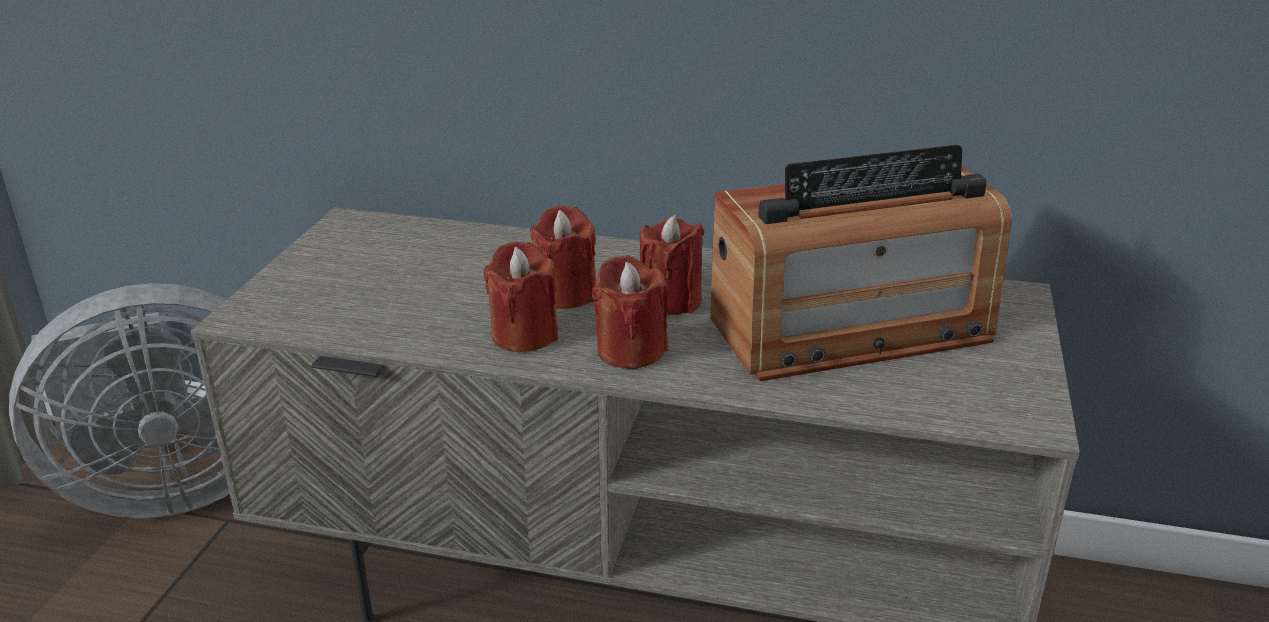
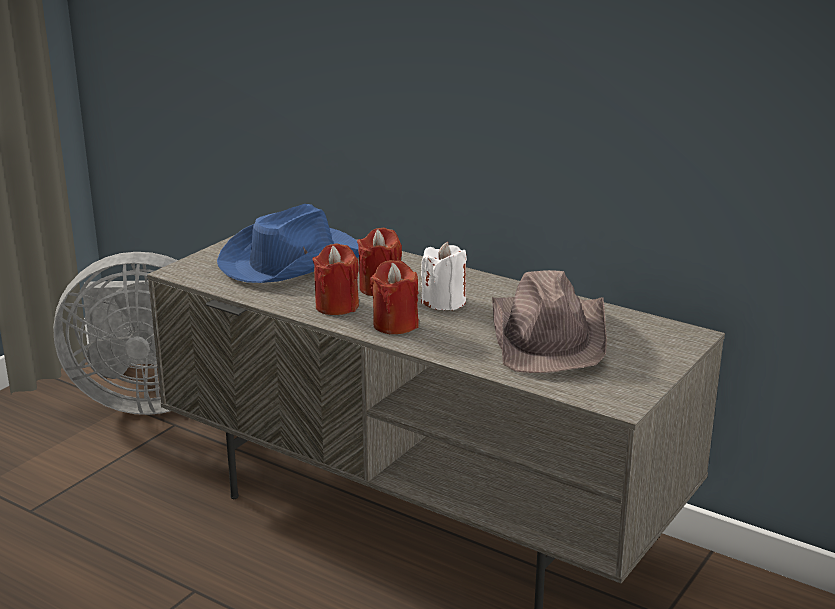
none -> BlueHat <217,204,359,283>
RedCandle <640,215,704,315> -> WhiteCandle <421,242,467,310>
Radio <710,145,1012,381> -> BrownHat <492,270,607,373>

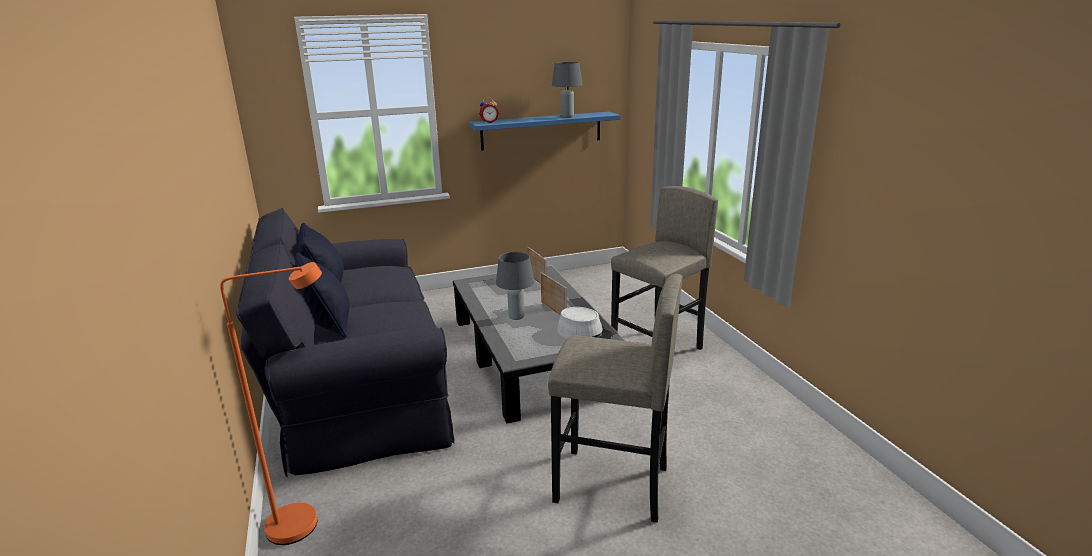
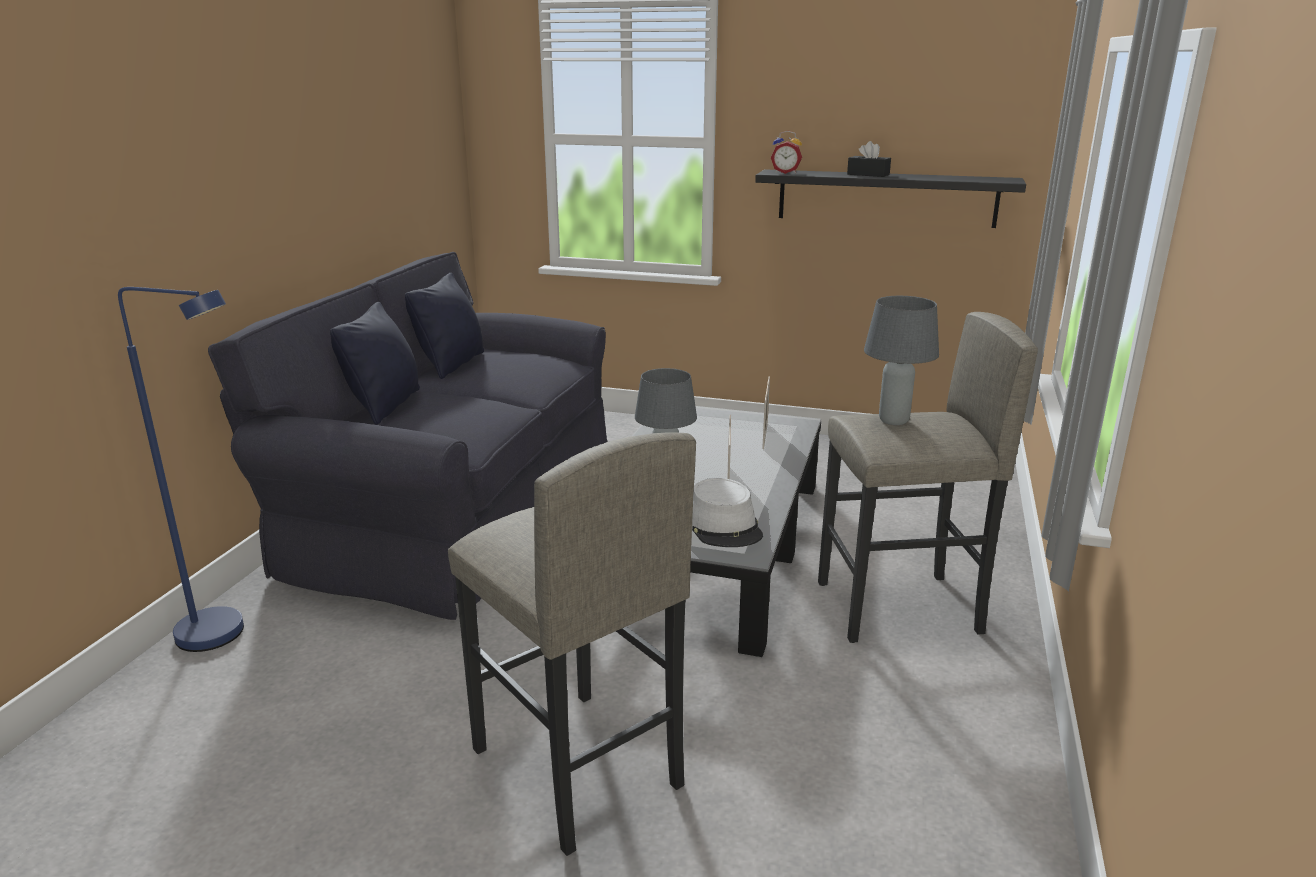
OrangeFloorLamp <220,262,322,545> -> BlueFloorLamp <118,287,244,652>
BlueShelf <469,112,621,150> -> BlackShelf <755,169,1026,228>
none -> BlackTissueBox <847,141,891,177>
GreyTableLamp <552,62,583,118> -> GreyTableLamp <864,296,939,425>, relocated

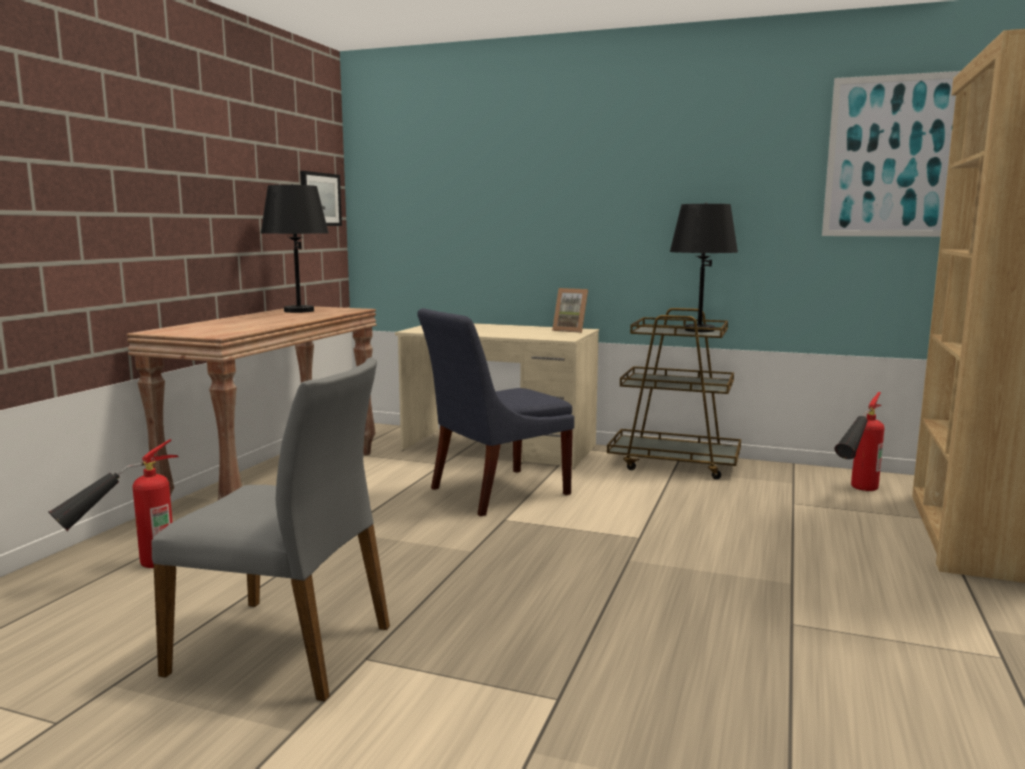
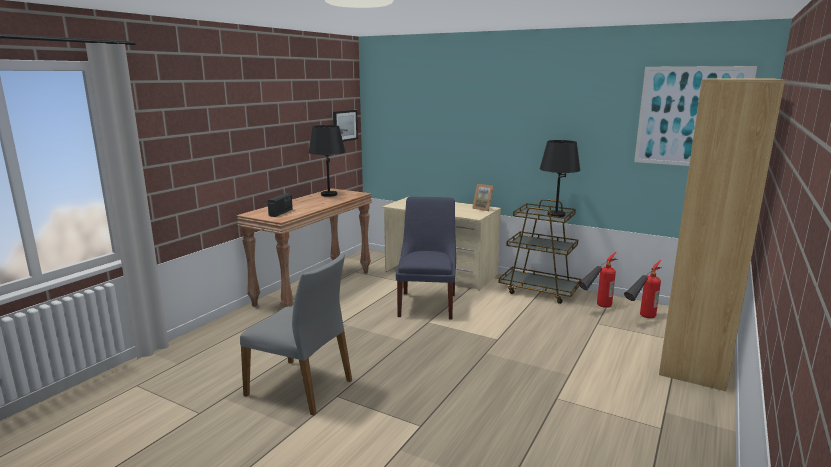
none -> Radio <267,193,293,217>
BlueChair <417,308,574,516> -> BlueChair <396,197,456,320>, 120 degrees clockwise
FireExtinguisher <48,439,179,568> -> FireExtinguisher <578,252,617,308>, relocated

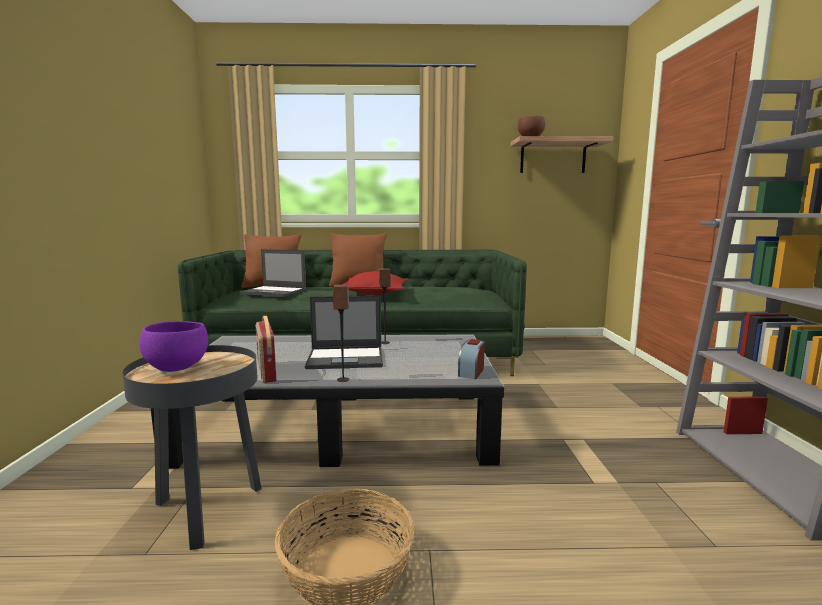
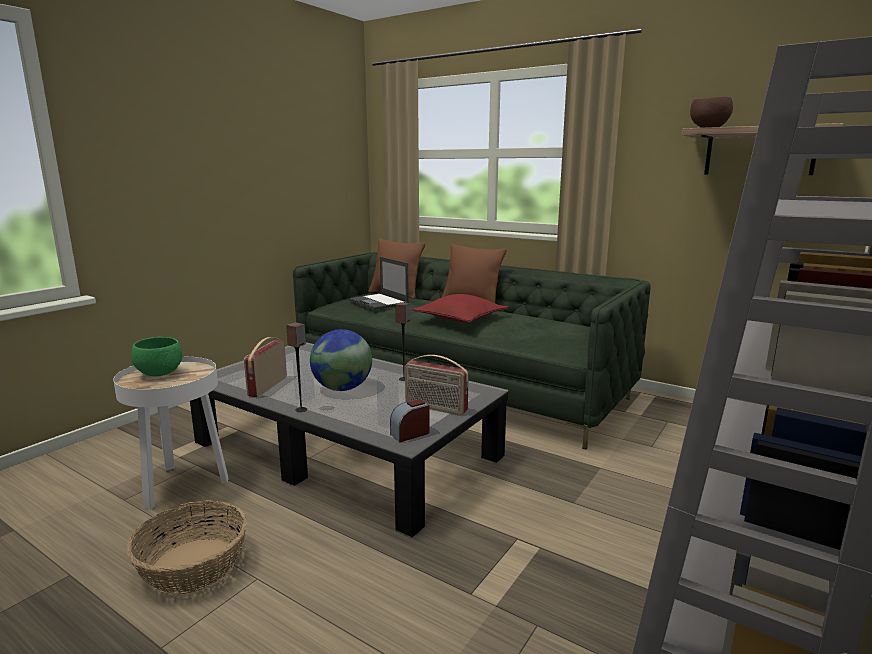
BlackSideTable <122,345,262,550> -> WhiteSideTable <113,357,229,510>
PurpleBowl <140,321,208,372> -> GreenBowl <131,337,182,376>
Laptop <305,296,383,369> -> Globe <310,329,372,391>
none -> Radio <405,355,469,415>

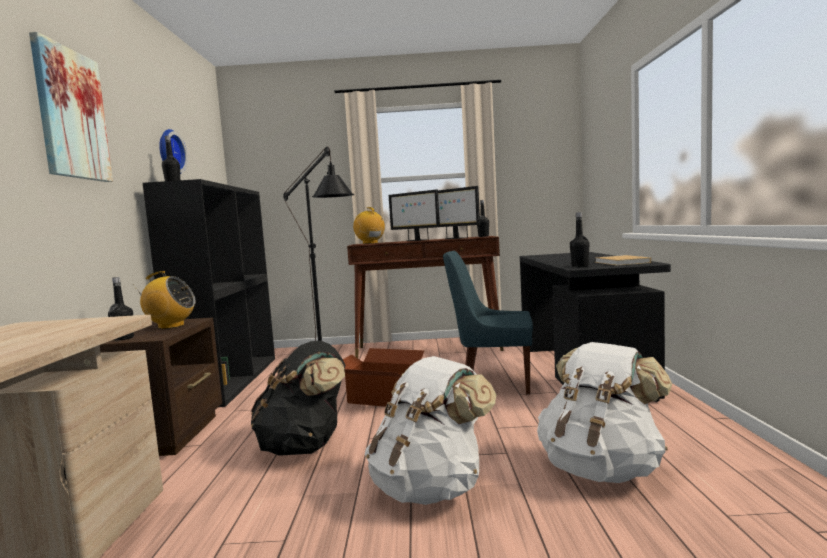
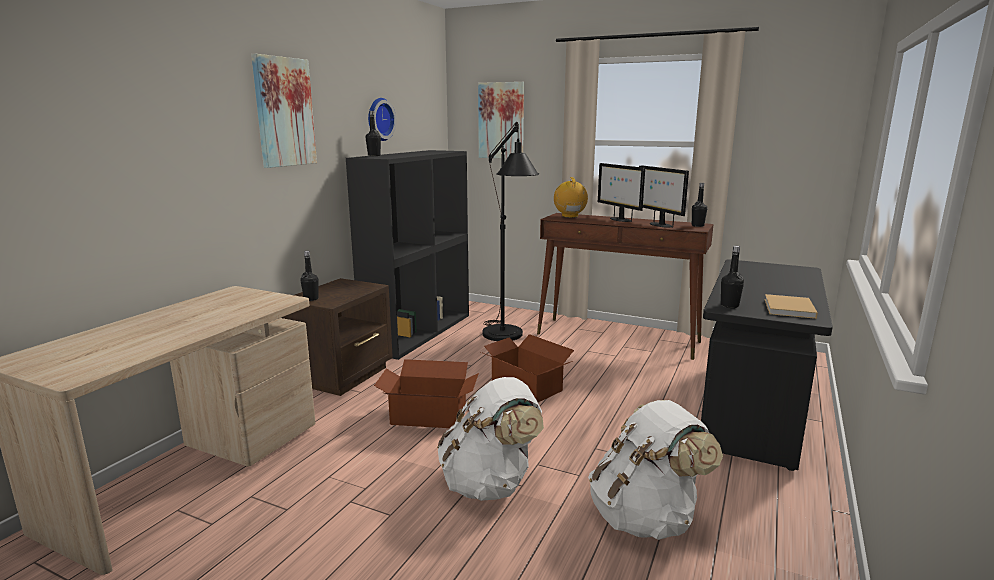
BlackBackpack <251,341,345,456> -> CardboardBox <374,359,479,428>
none -> Picture <478,82,524,159>
Radio <132,271,196,329> -> none
BlueChair <443,251,533,395> -> none

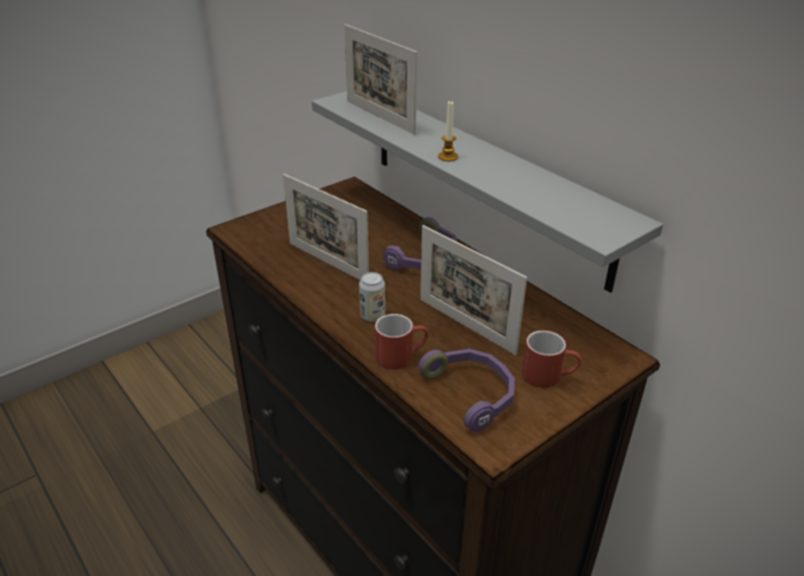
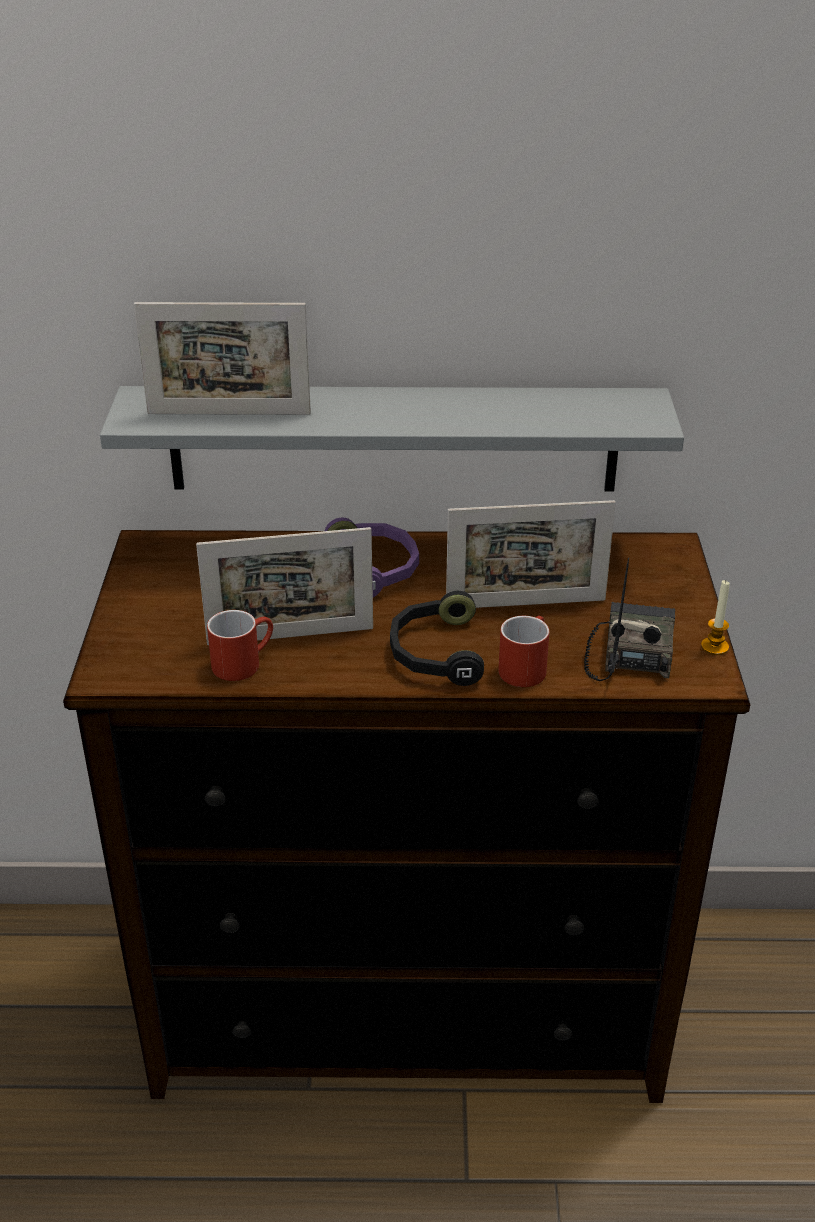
RedMug <522,330,582,388> -> RedMug <207,610,273,681>, relocated
Can <359,272,385,322> -> BlackHeadphones <390,591,484,686>
PurpleHeadphones <418,349,515,432> -> Radio <584,558,675,681>
Candle <438,101,458,161> -> Candle <701,580,730,655>, relocated

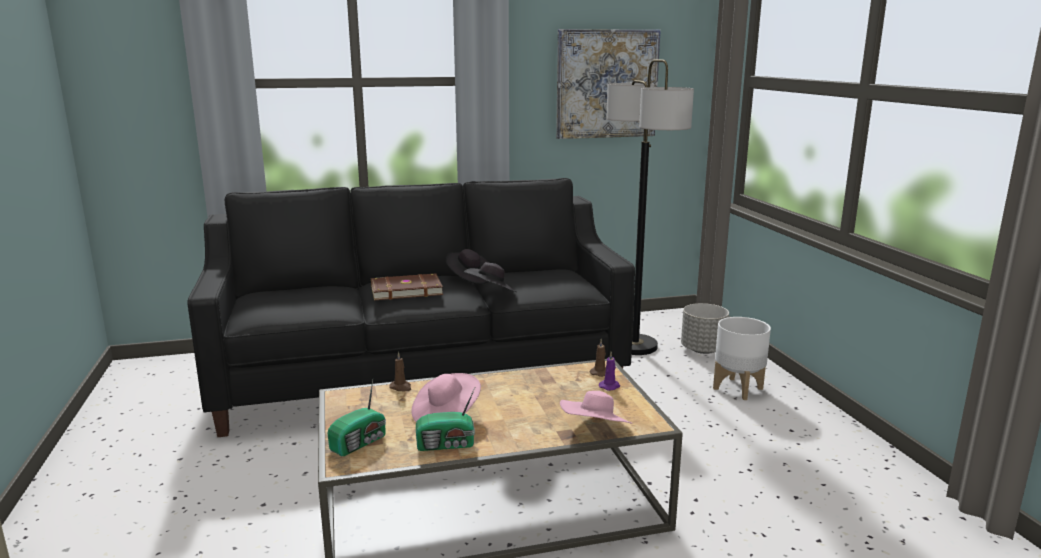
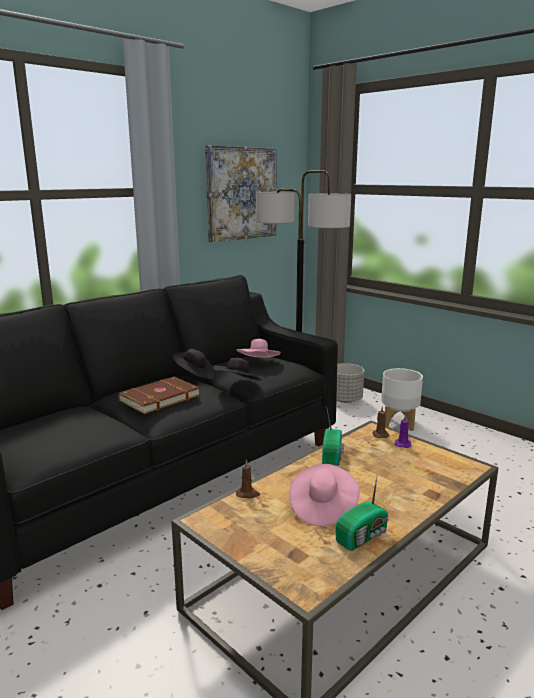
PinkHat <560,391,633,424> -> PinkHat <236,339,281,358>, relocated
Radio <327,380,386,456> -> Radio <322,406,344,466>, relocated

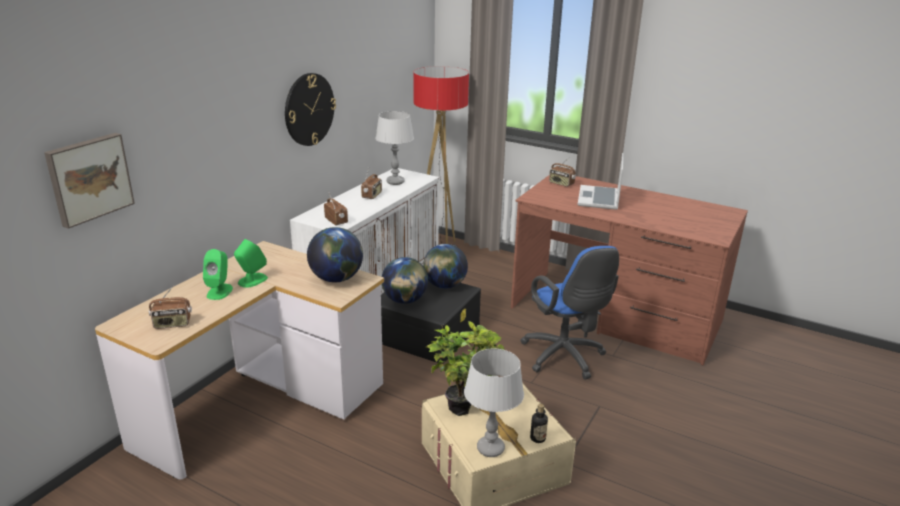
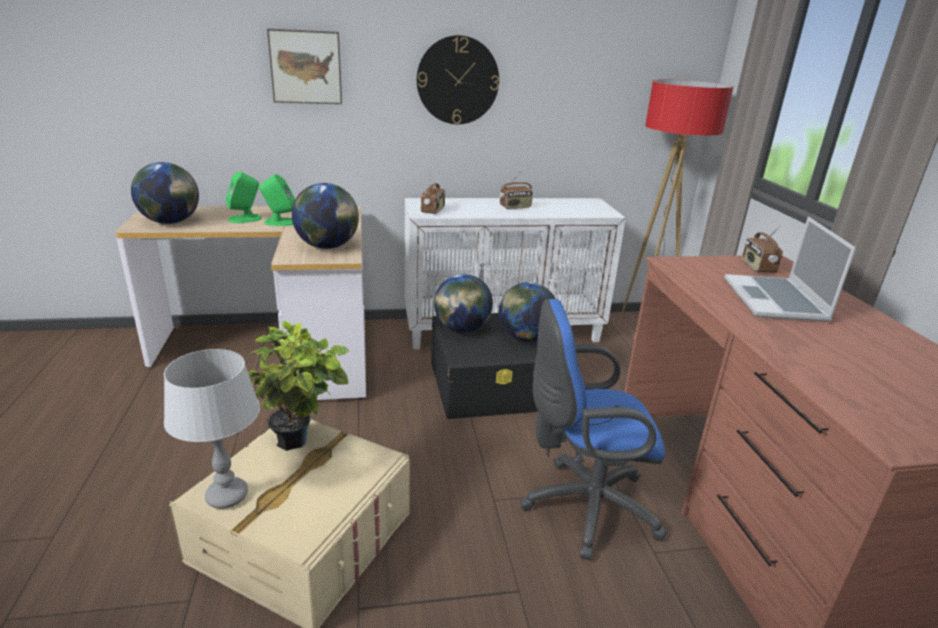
Radio <149,285,192,329> -> Globe <131,162,199,224>
Picture <44,133,135,229> -> Picture <267,29,342,104>, relocated
BlueOfficeChair <520,246,619,380> -> BlueOfficeChair <520,299,667,560>, 60 degrees clockwise
Laptop <577,153,623,210> -> Laptop <725,217,856,322>, 60 degrees counterclockwise
GreyTableLamp <375,111,414,185> -> none
Bottle <530,404,548,443> -> none

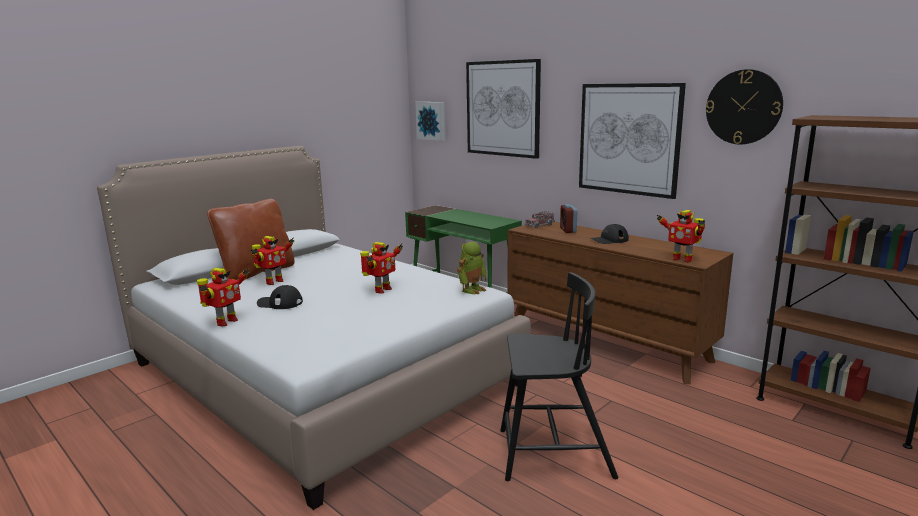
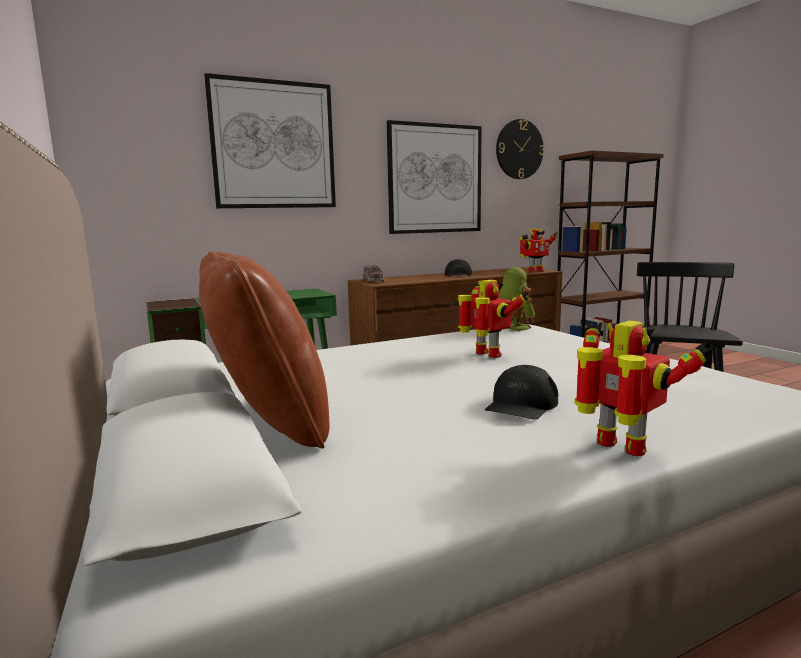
ToyRobot <251,236,294,285> -> none
Picture <415,102,445,141> -> none
AlarmClock <560,204,577,233> -> none

